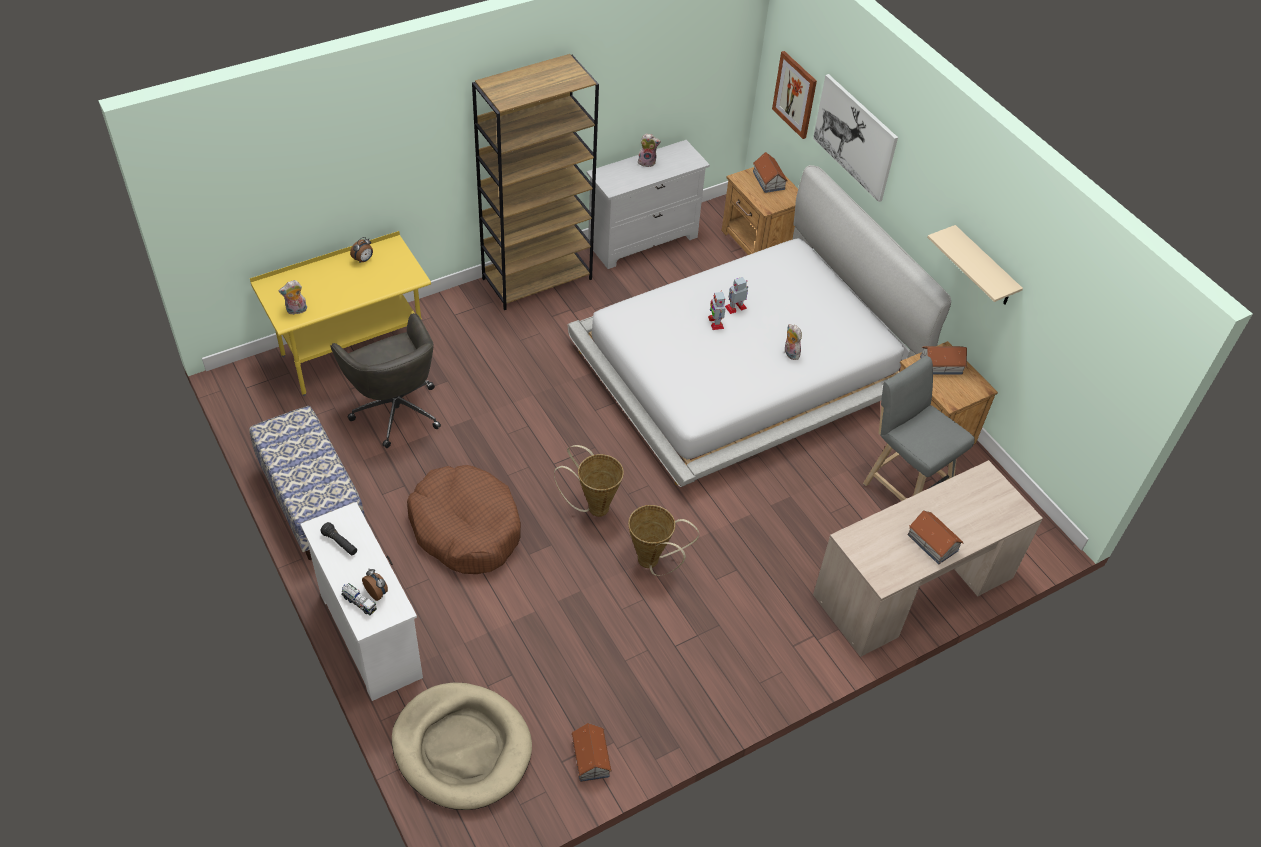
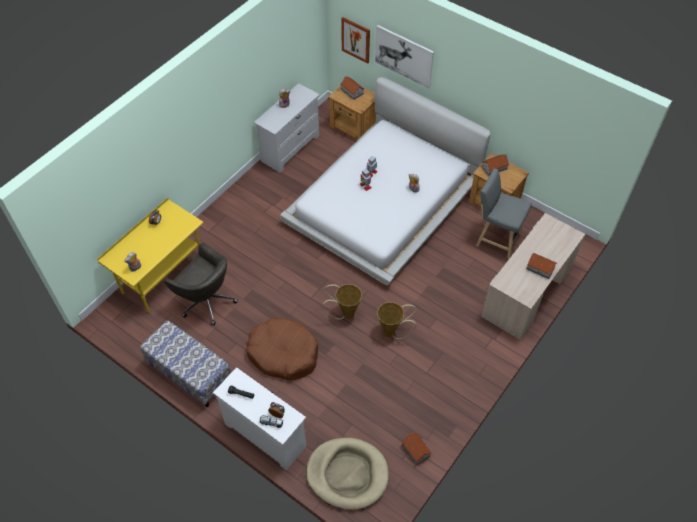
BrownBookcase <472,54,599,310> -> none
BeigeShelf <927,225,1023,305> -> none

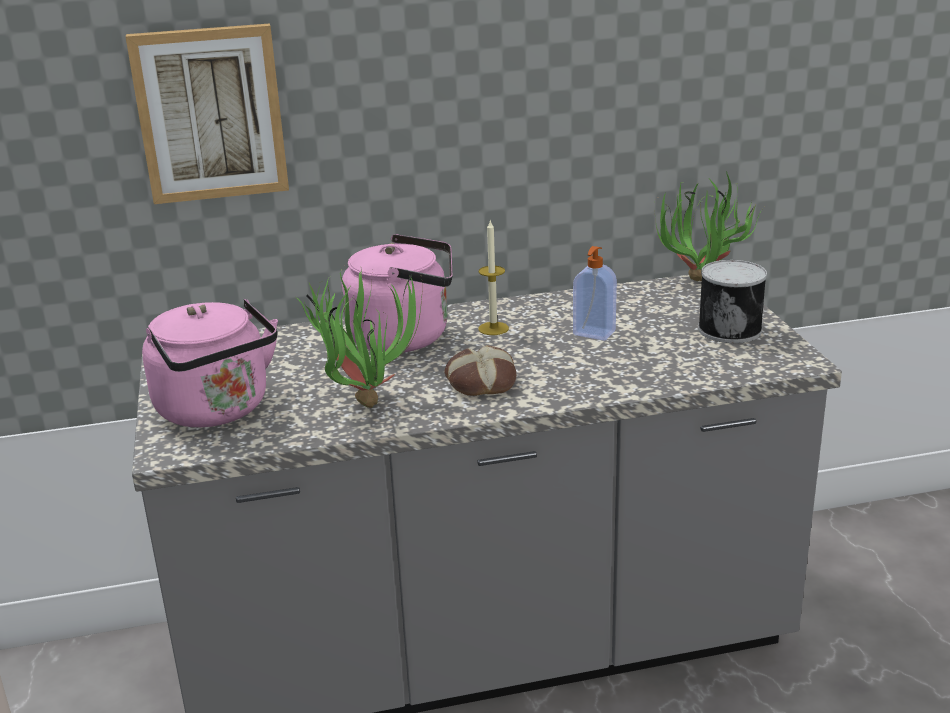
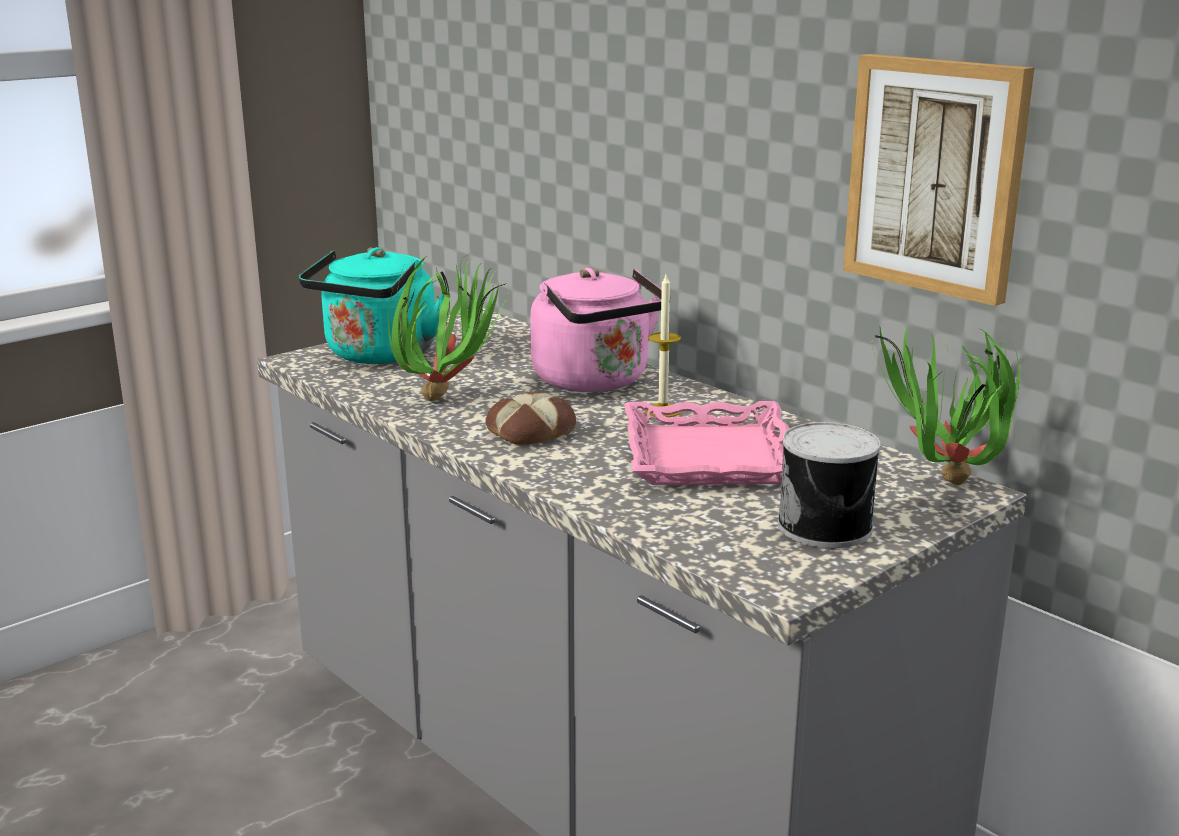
PinkKettle <142,299,278,427> -> TurquoiseKettle <299,247,444,364>
SoapDispenser <573,246,617,341> -> PinkTray <624,401,790,485>
Picture <125,23,289,204> -> Picture <843,54,1034,306>, relocated

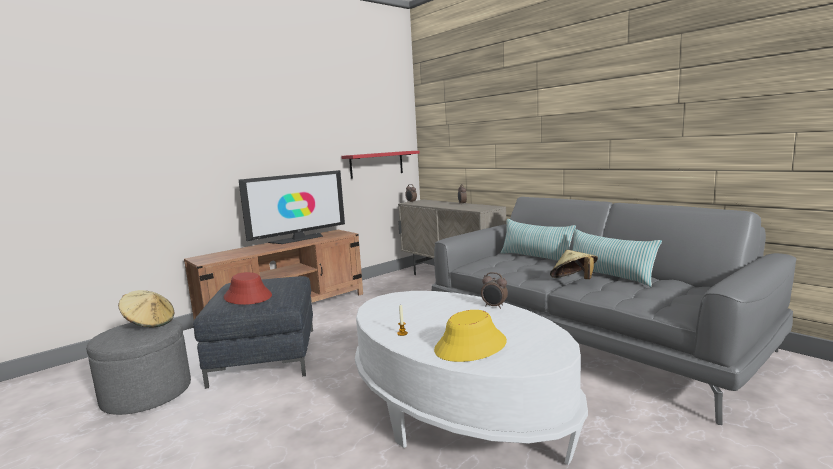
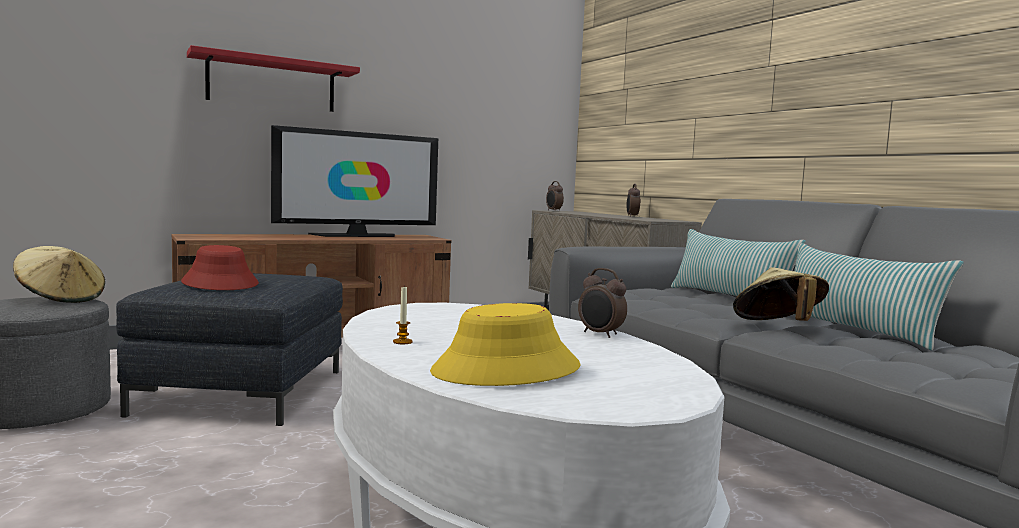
RedShelf <341,151,420,179> -> RedShelf <187,45,360,112>, relocated

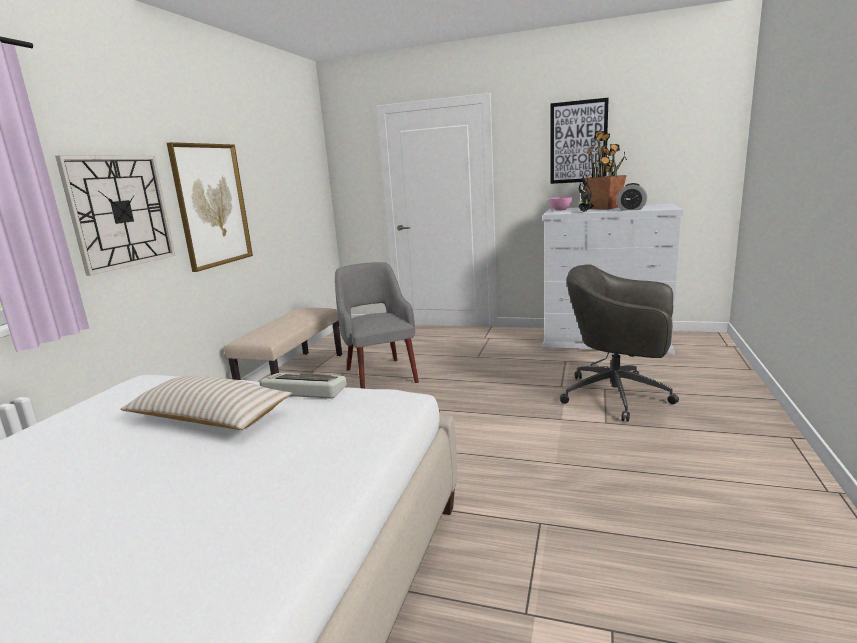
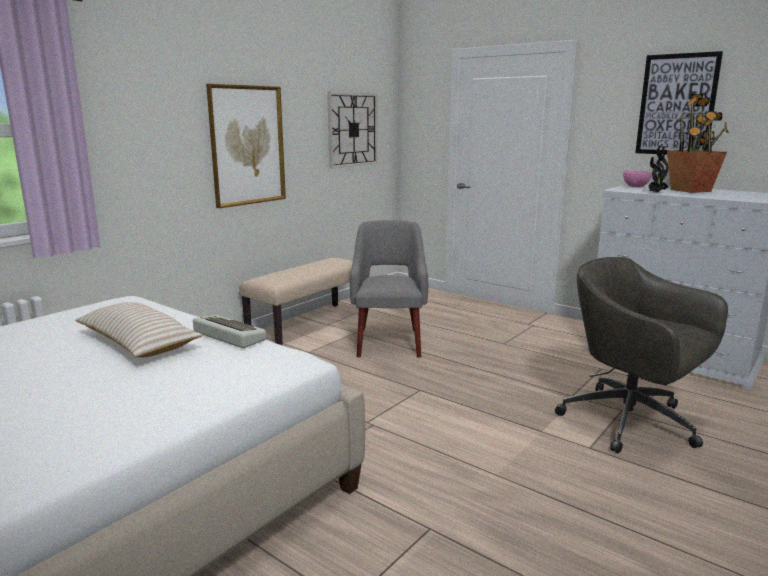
WallClock <55,155,175,276> -> WallClock <327,92,378,169>, relocated
AlarmClock <617,183,647,211> -> none

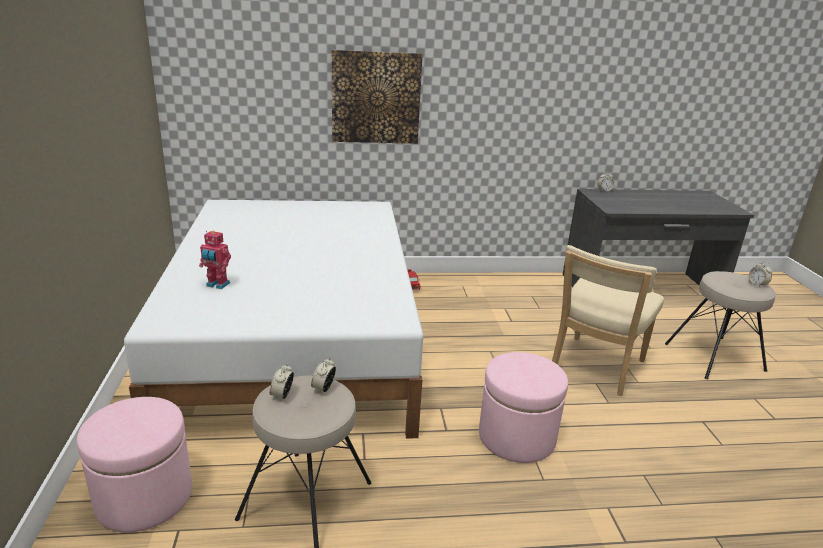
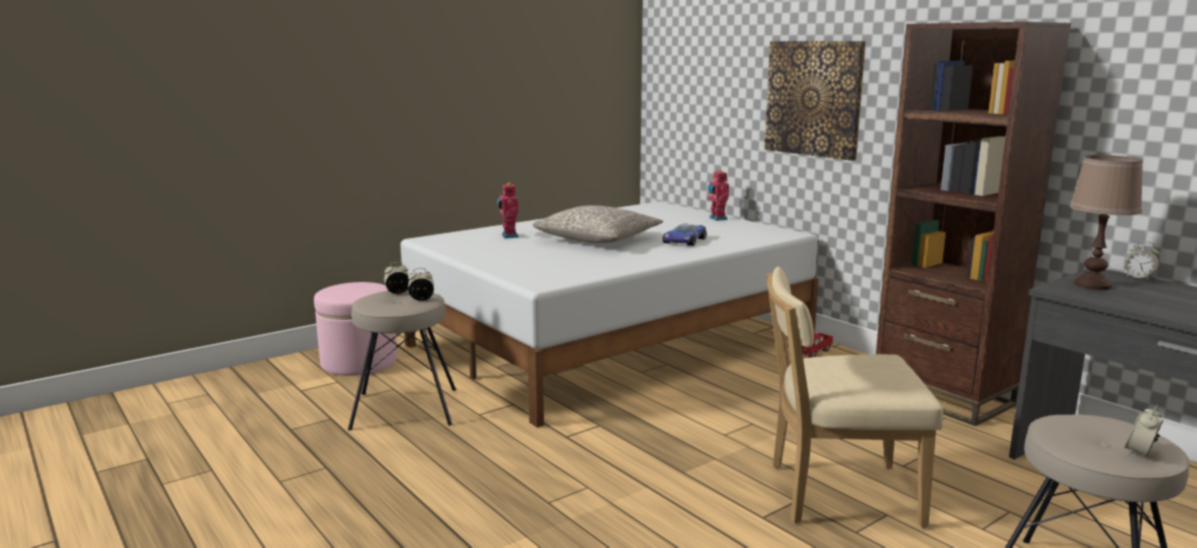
none -> GreyPillow <533,205,663,243>
none -> ToyCar <663,223,707,246>
none -> ToyRobot <707,170,729,221>
none -> BrownBookcase <876,22,1071,426>
none -> BrownTableLamp <1070,155,1143,290>
PinkOttoman <479,352,568,463> -> none

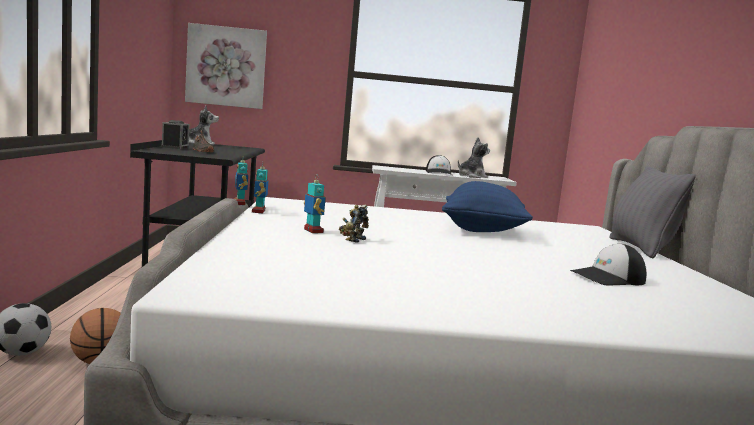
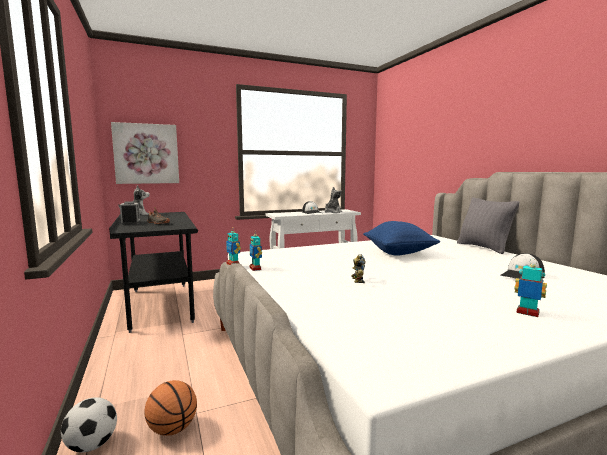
ToyRobot <304,174,325,233> -> ToyRobot <514,259,547,317>, relocated

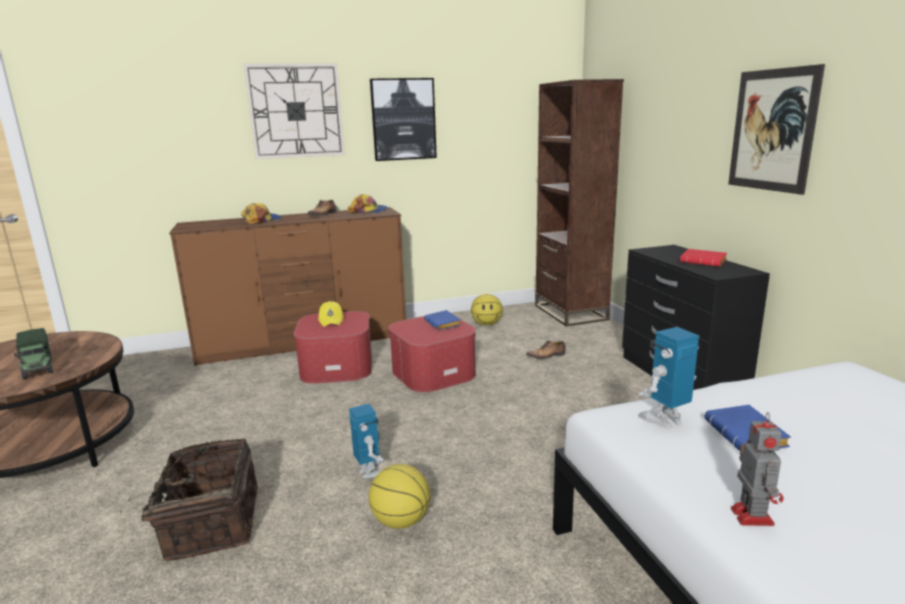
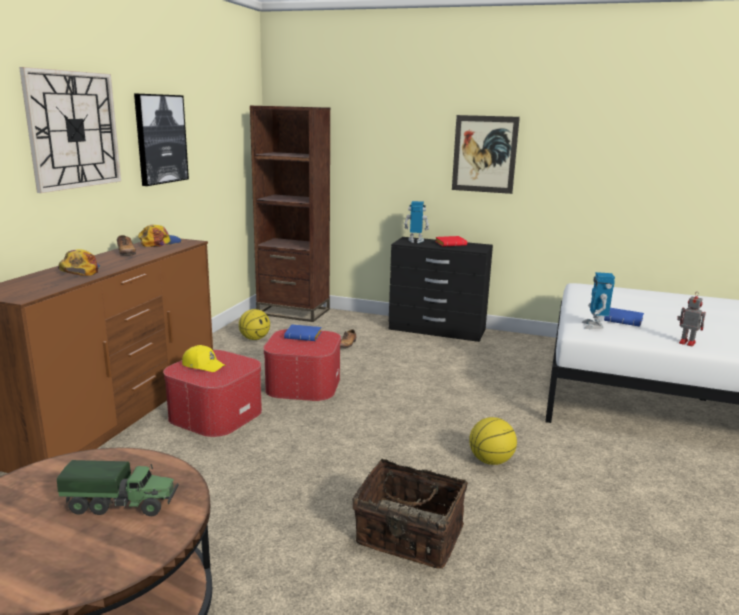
ToyRobot <349,404,385,478> -> ToyRobot <404,201,429,243>, relocated

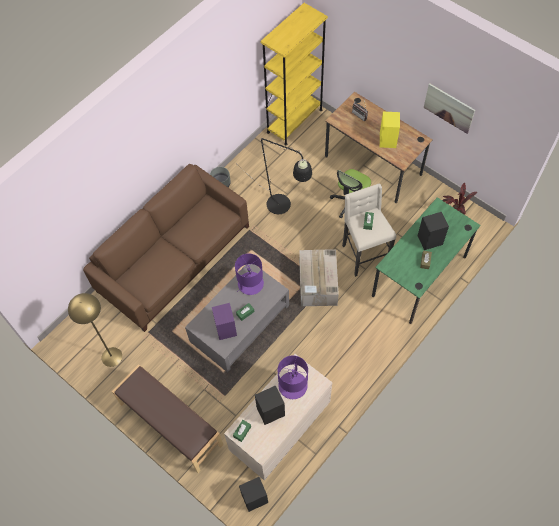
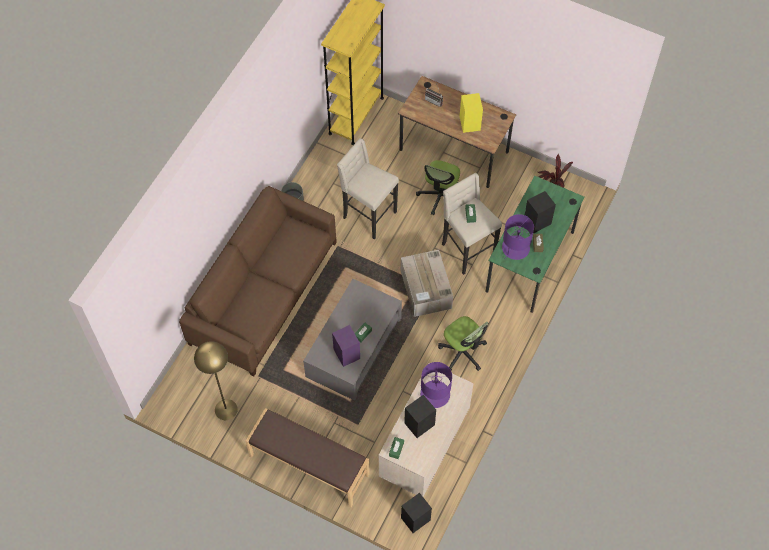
BlackFloorLamp <240,138,312,214> -> BeigeStool <337,138,399,239>
none -> OfficeChair <438,316,489,371>
PurpleTableLamp <235,253,264,295> -> PurpleTableLamp <502,214,534,260>, relocated
Picture <424,83,475,134> -> none

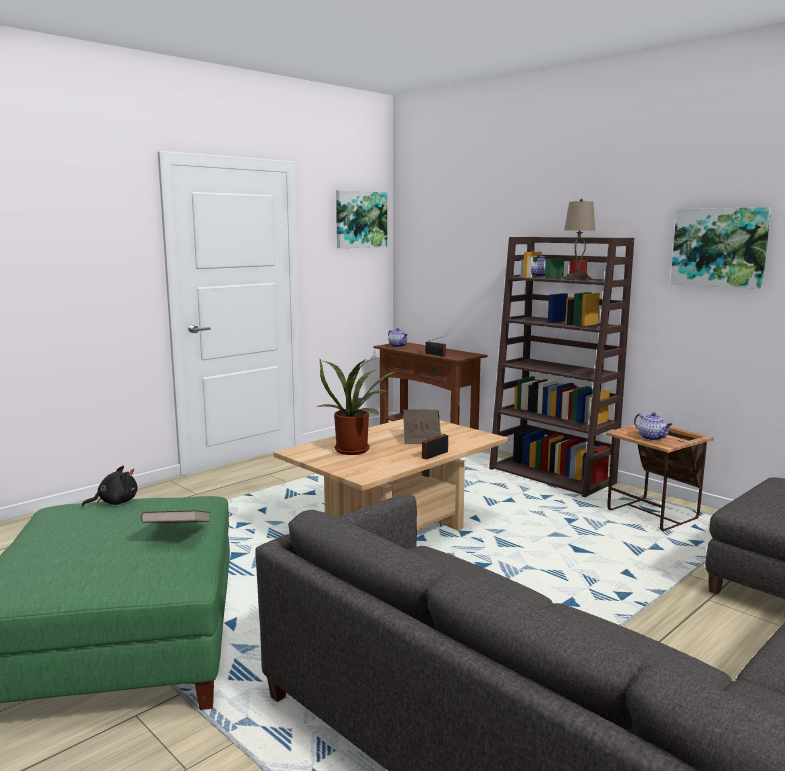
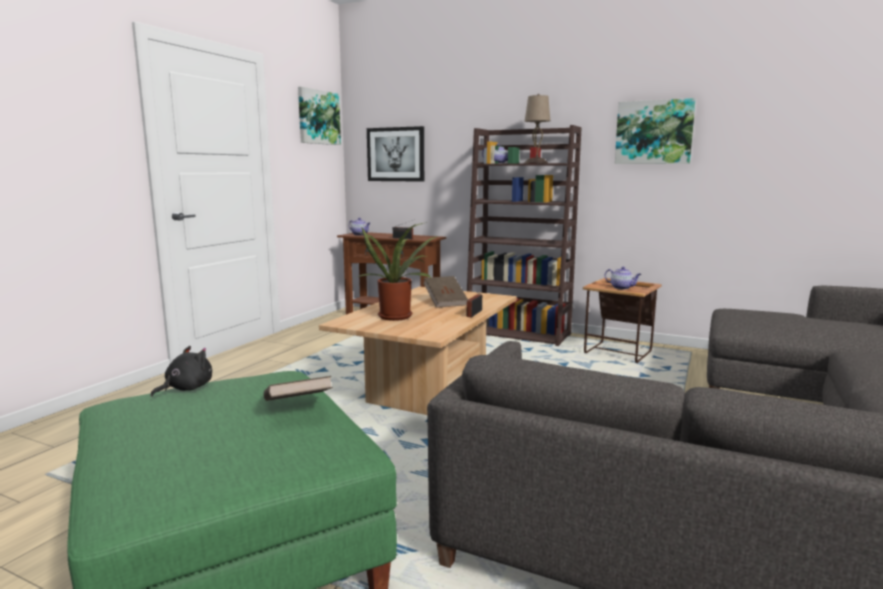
none -> Picture <367,126,424,182>

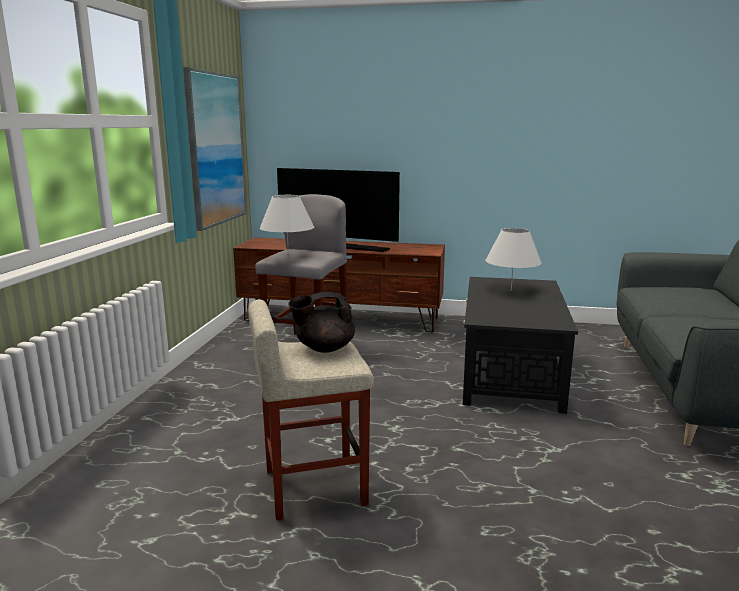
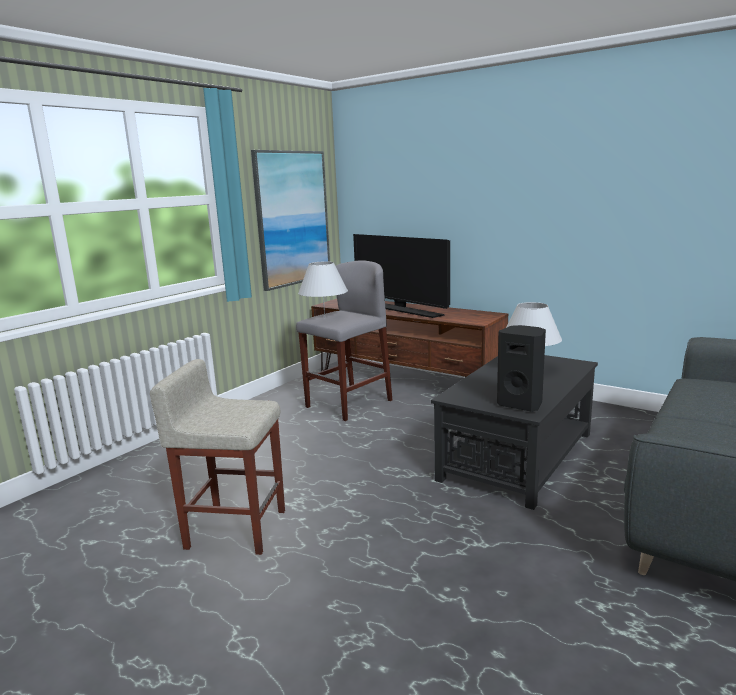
none -> BlackSpeaker <497,325,546,411>
BlackTeapot <288,292,355,353> -> none

